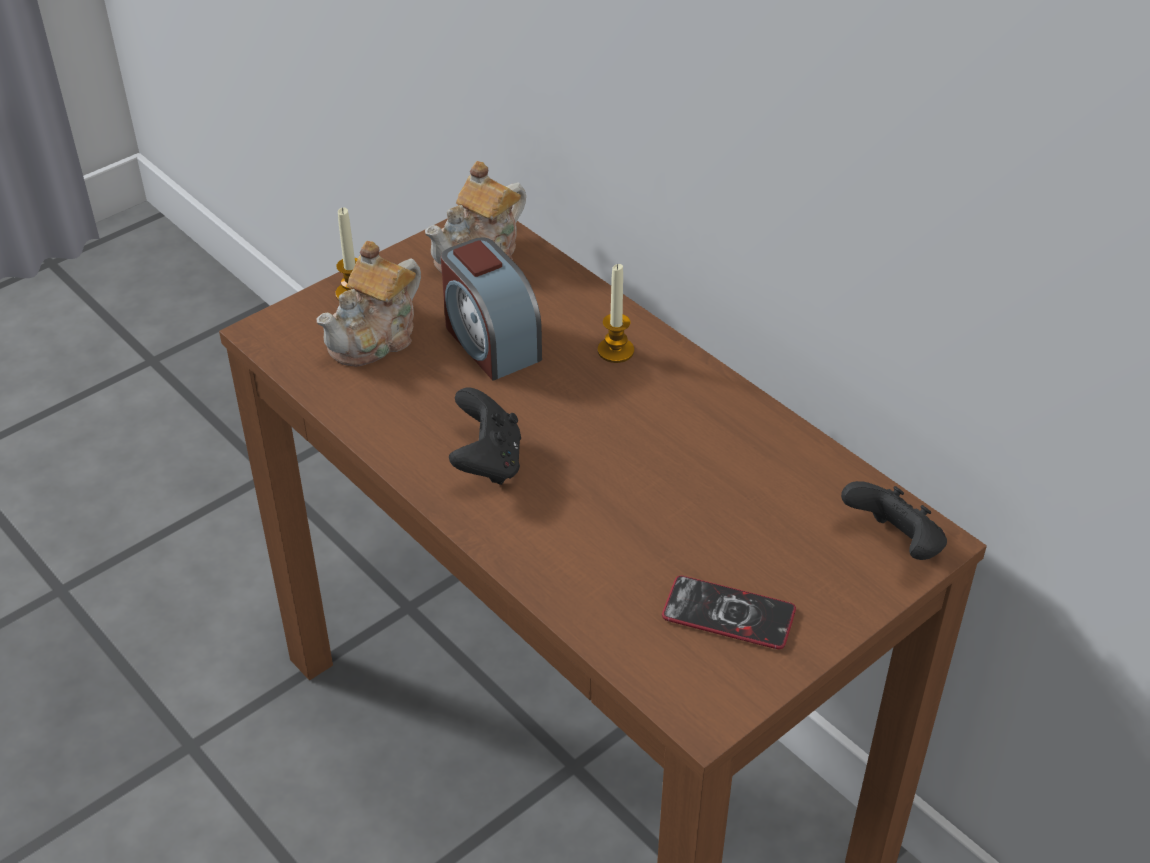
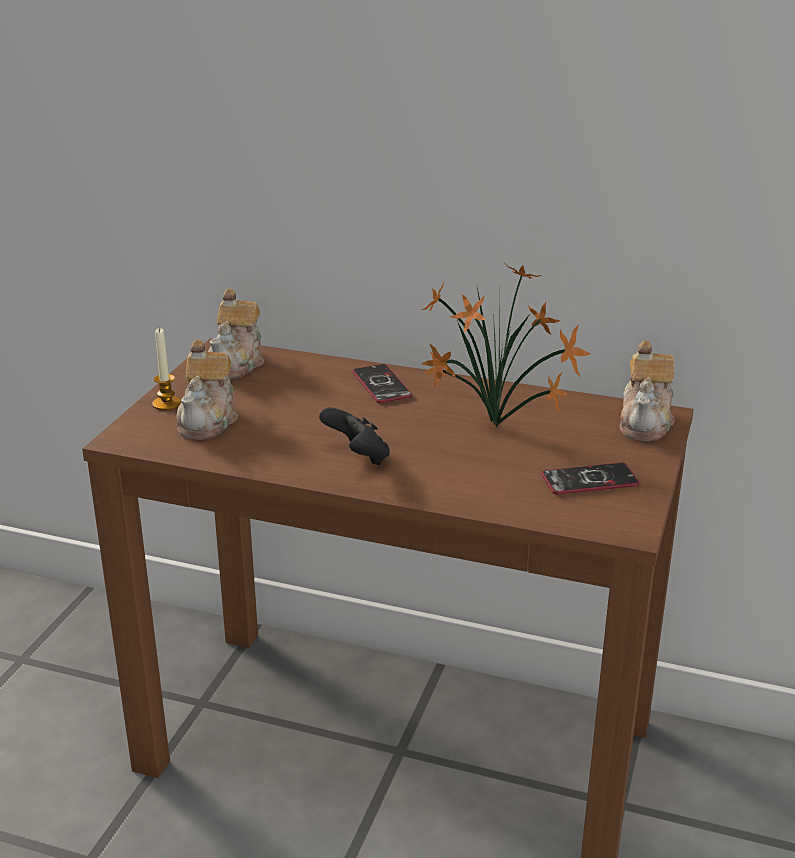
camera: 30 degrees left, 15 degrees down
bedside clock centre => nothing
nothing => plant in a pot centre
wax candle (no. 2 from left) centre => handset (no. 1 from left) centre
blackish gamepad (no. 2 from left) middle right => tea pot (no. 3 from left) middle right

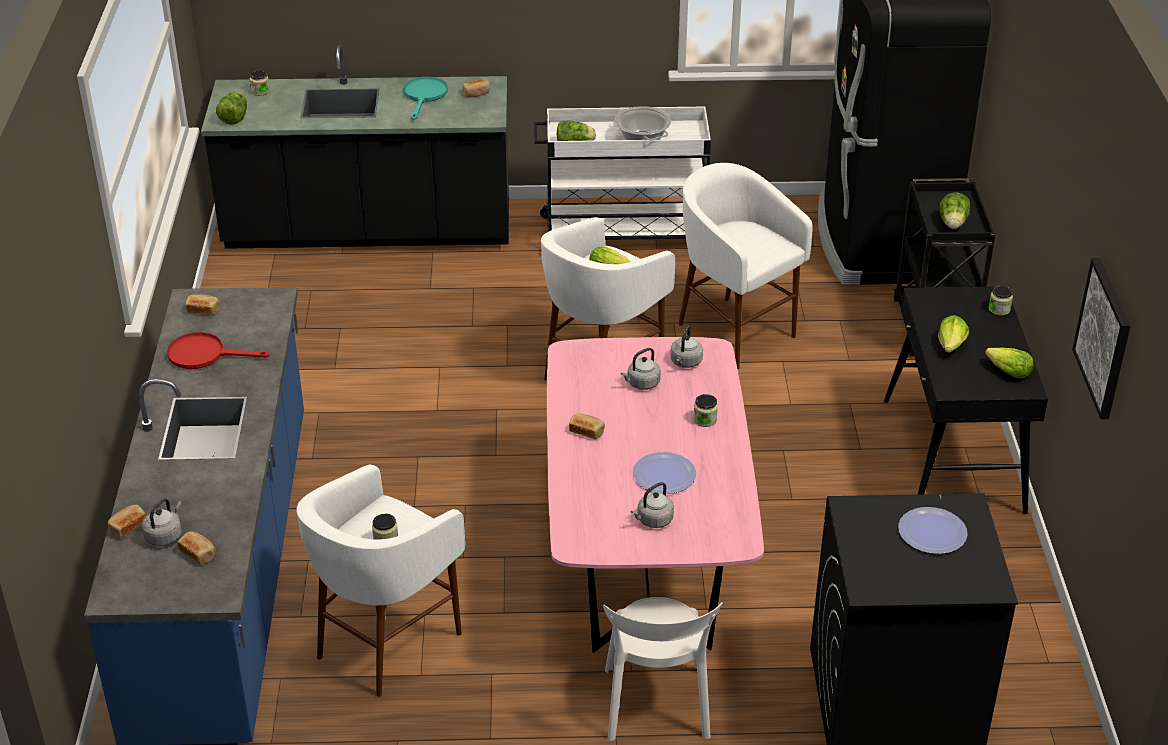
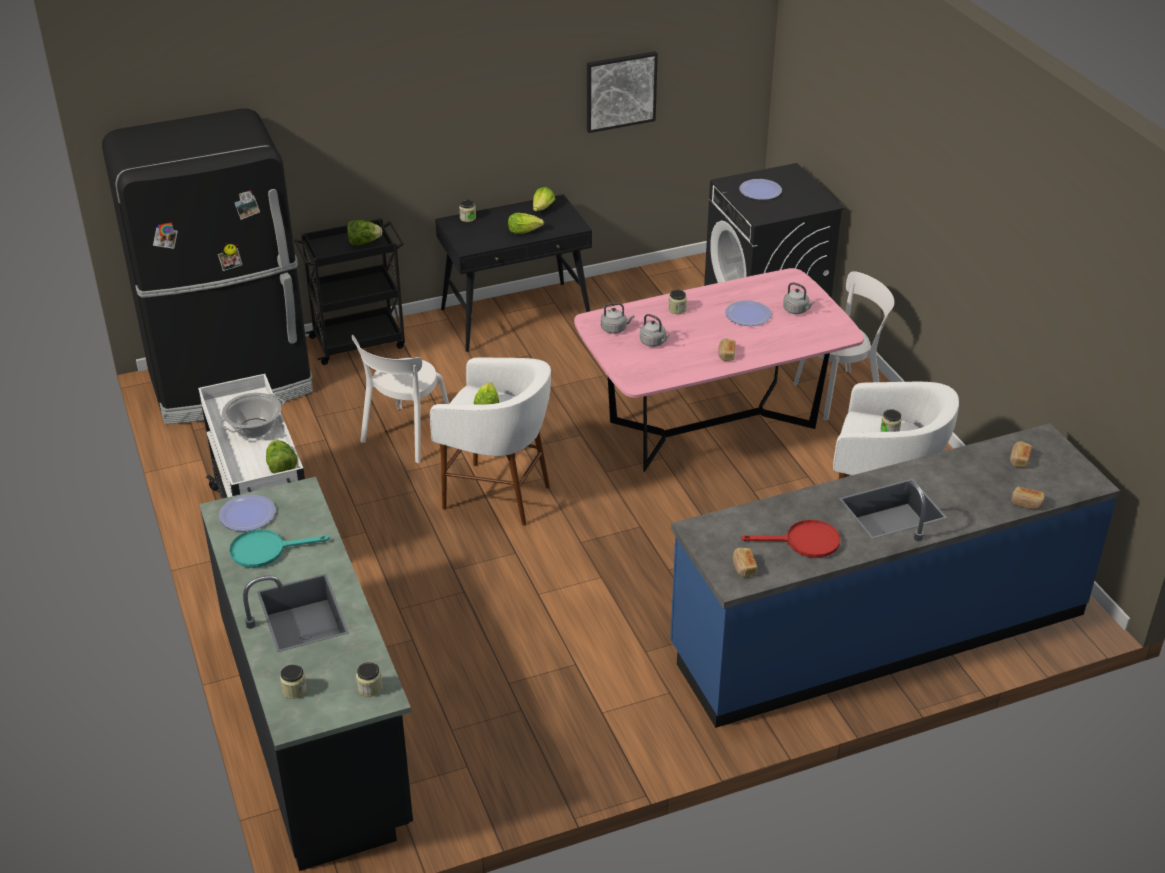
camera: 110 degrees left, 0 degrees up
gray kettle (no. 1 from left) bottom left => nothing
lettuce head (no. 1 from left) top left => storage jar (no. 2 from left) bottom left
bread (no. 4 from left) top centre => plate (no. 1 from left) middle left
white-coloured sitting stool (no. 3 from left) centre => white-coloured chair (no. 1 from left) centre
red pan middle left => red pan middle right, 75 degrees counterclockwise

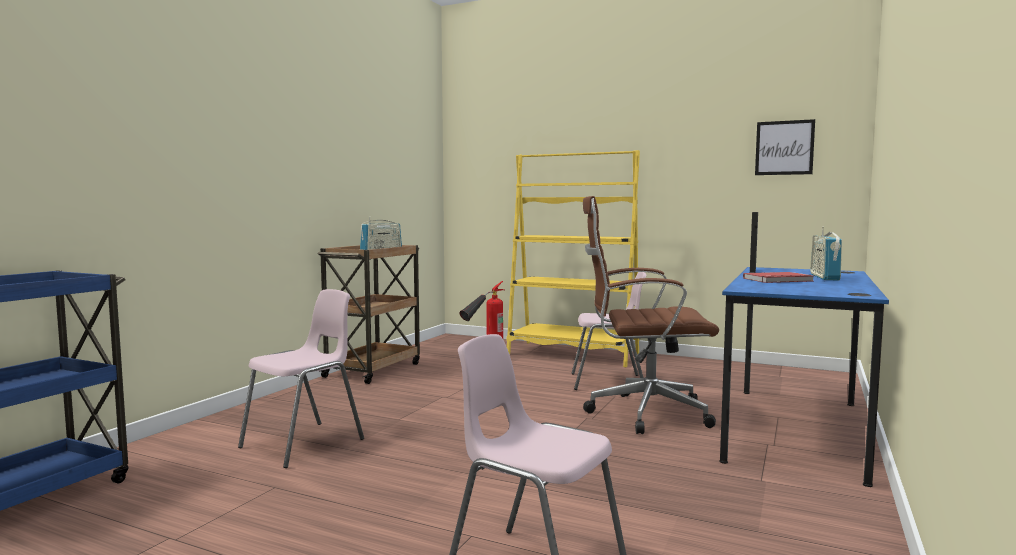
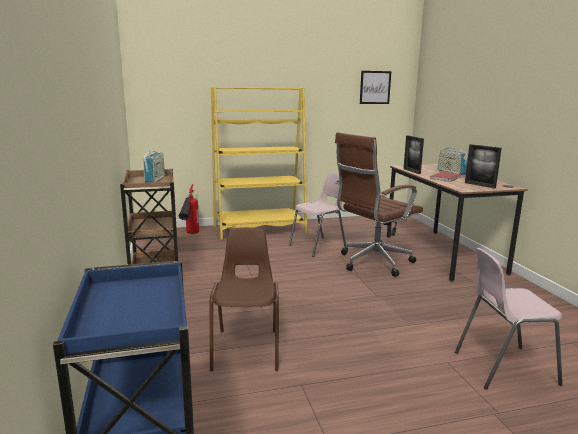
camera: 40 degrees left, 10 degrees up
nothing => standing frame (no. 2 from left) middle right
pink-coloured chair (no. 1 from left) bottom left => brown-coloured chair bottom centre
blue desk unit bottom right => brown-coloured desk unit middle right

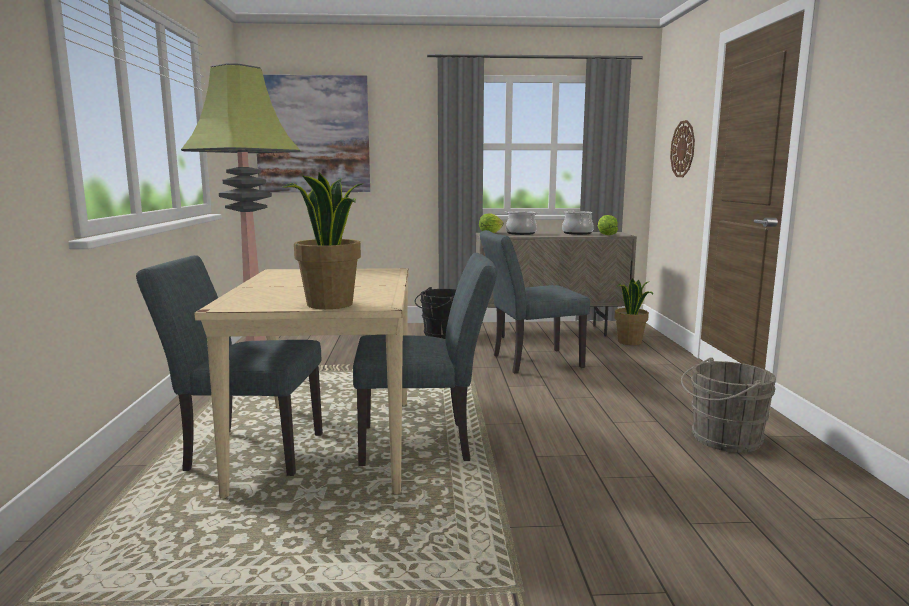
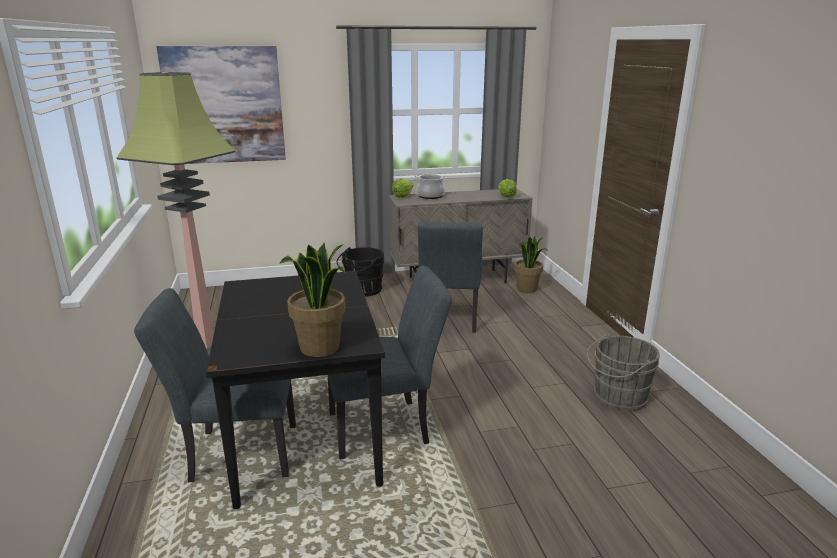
camera: 10 degrees left, 10 degrees up
saucepot (no. 2 from left) centre => nothing
wall clock top right => nothing
sand-coloured dining table middle left => blackish dining table bottom centre
gray chair (no. 3 from left) centre, 60 degrees counterclockwise

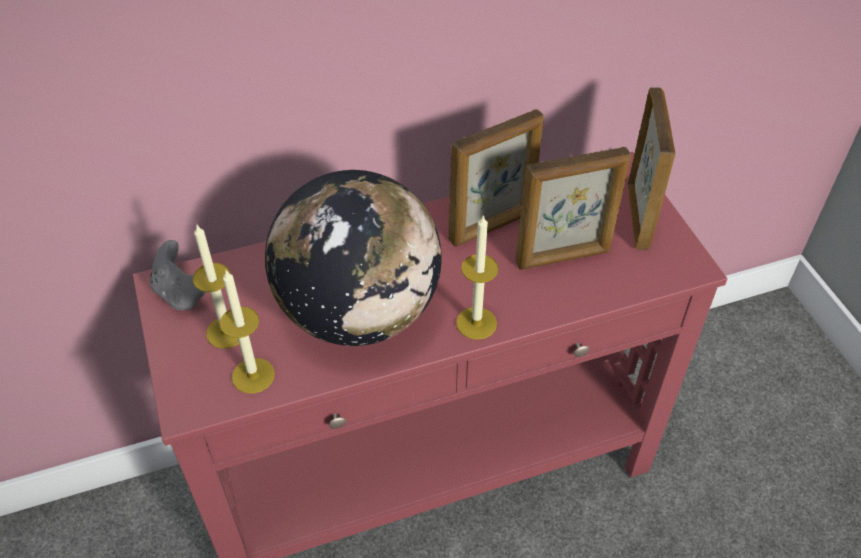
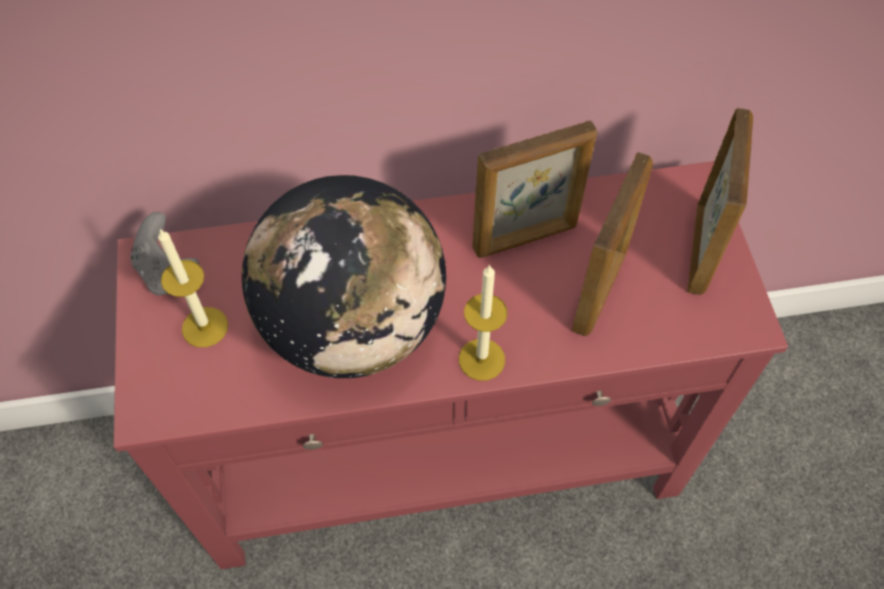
camera: 10 degrees right, 10 degrees up
wax candle (no. 2 from left) middle left => nothing
standing frame (no. 2 from left) centre => standing frame (no. 2 from left) middle right, 60 degrees counterclockwise

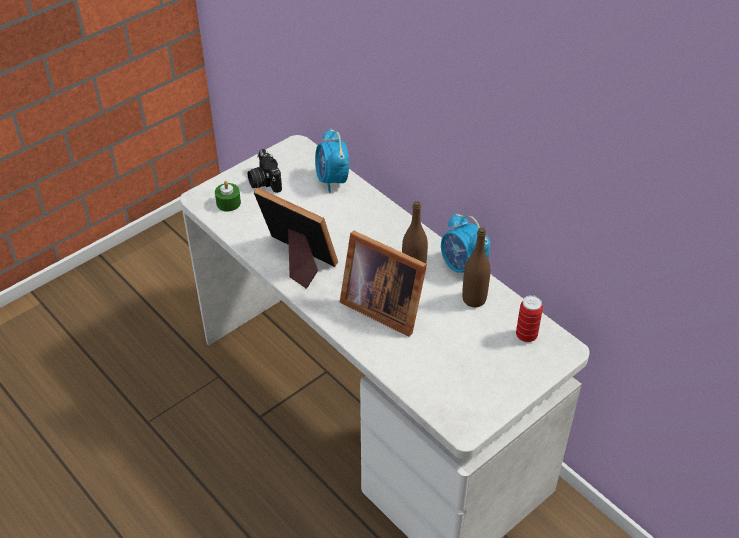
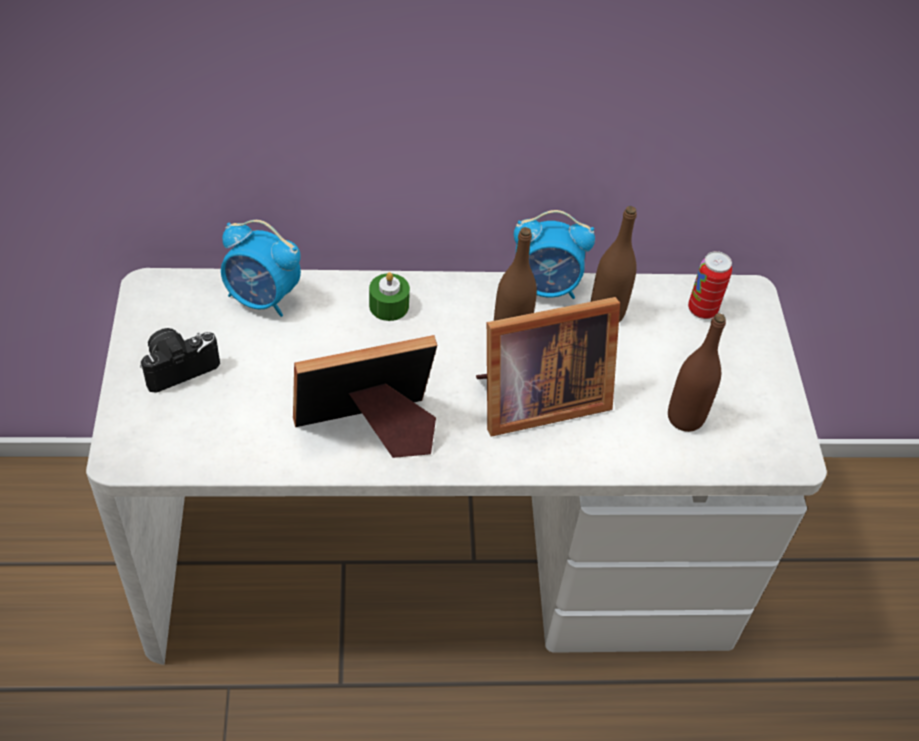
camera: 55 degrees left, 5 degrees up
nothing => brown-coloured bottle (no. 3 from left) middle right
green wax candle middle left => green wax candle centre, shifted
photo camera top centre => photo camera middle left, 135 degrees clockwise

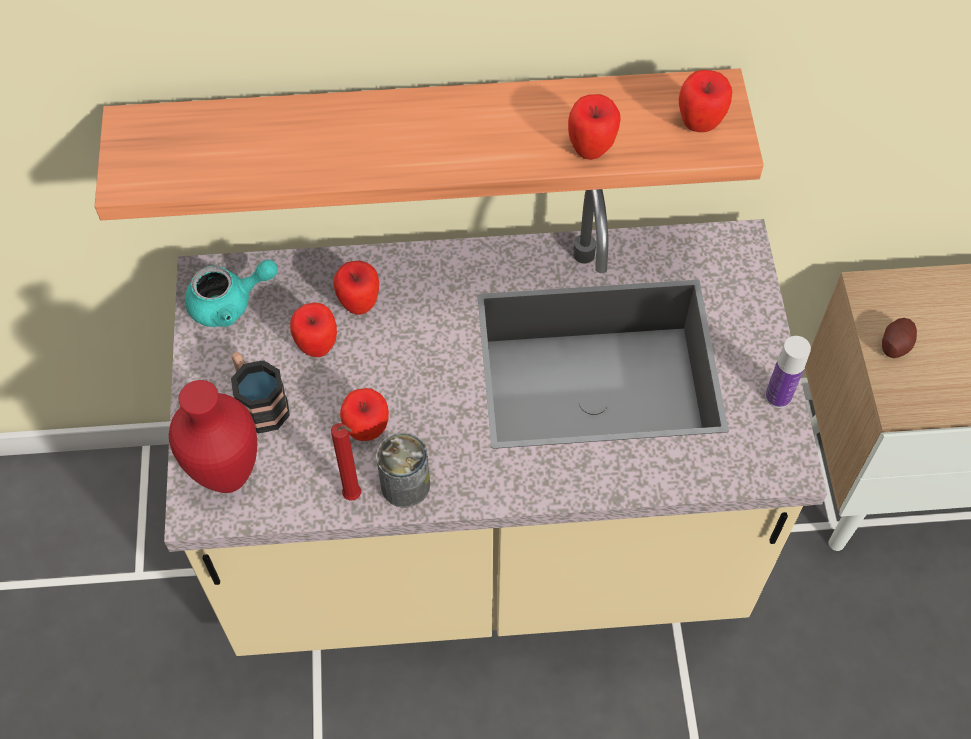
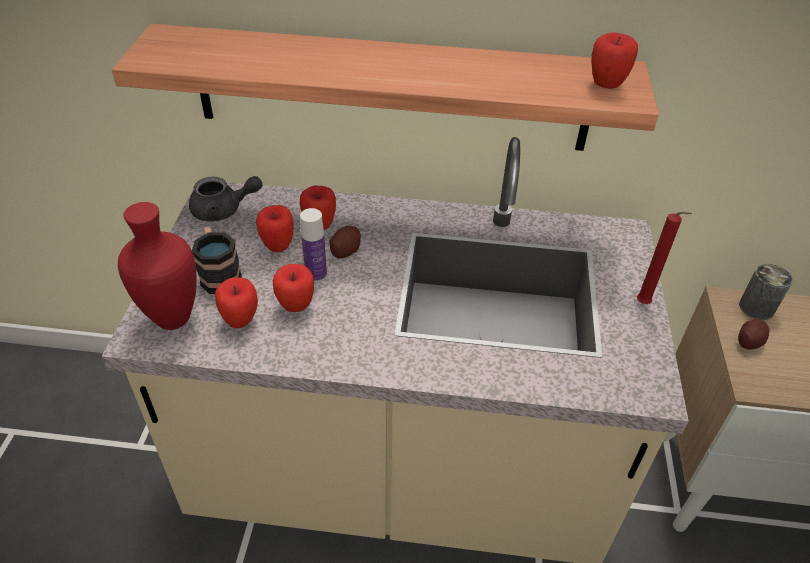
camera: 10 degrees right, 15 degrees down
nothing => spud (no. 1 from left) centre
red wax candle centre => red wax candle middle right, shifted
can centre => can middle right, shifted
whole apple (no. 4 from left in the first image) top centre => whole apple (no. 1 from left) middle left, shifted
bottle middle right => bottle centre, shifted
turquoise-coloured tea pot middle left => gray tea pot middle left

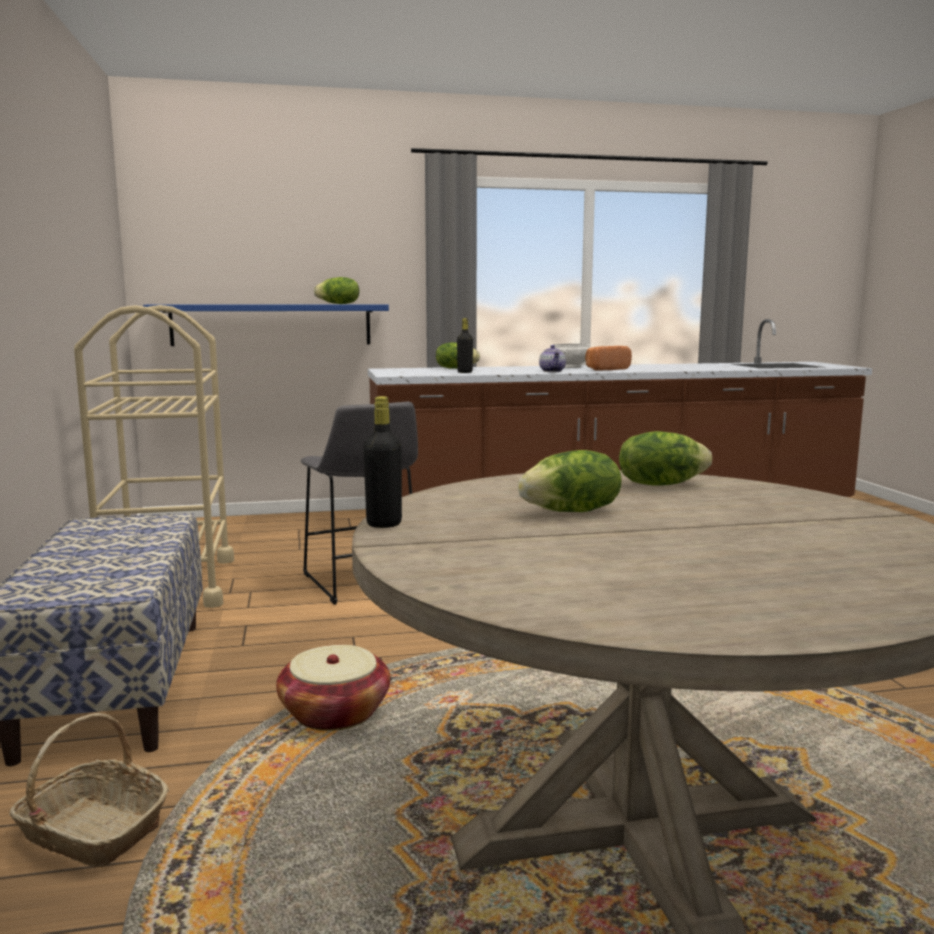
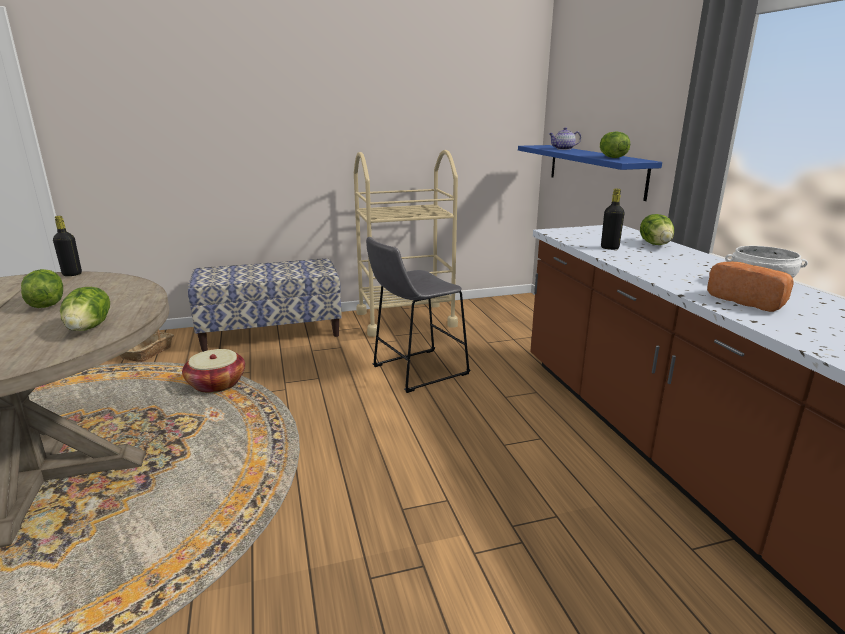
camera: 85 degrees right, 10 degrees up
tea pot centre => tea pot top right, shifted

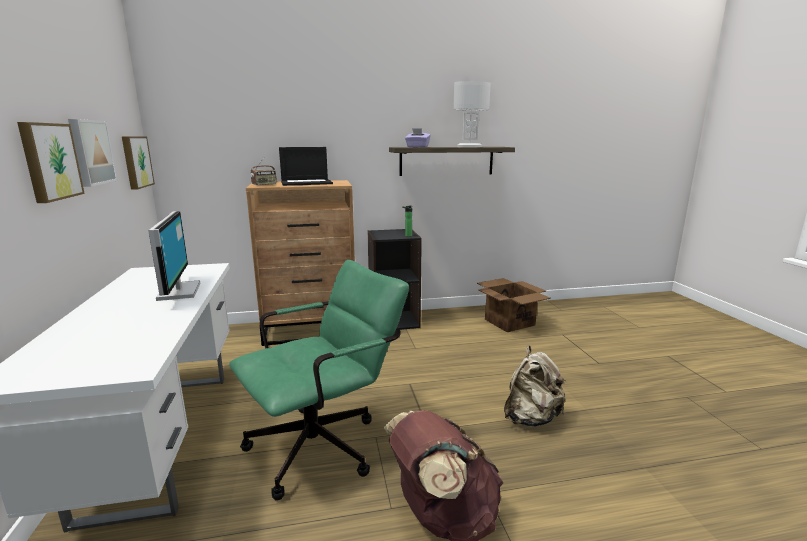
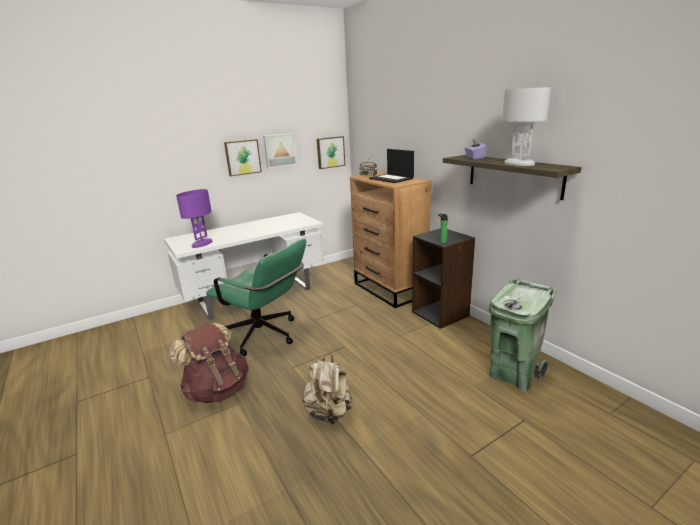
camera: 70 degrees right, 5 degrees up
computer display middle left => nothing
nothing => purple tabletop lamp middle left
cardboard box centre => green trash can middle right

